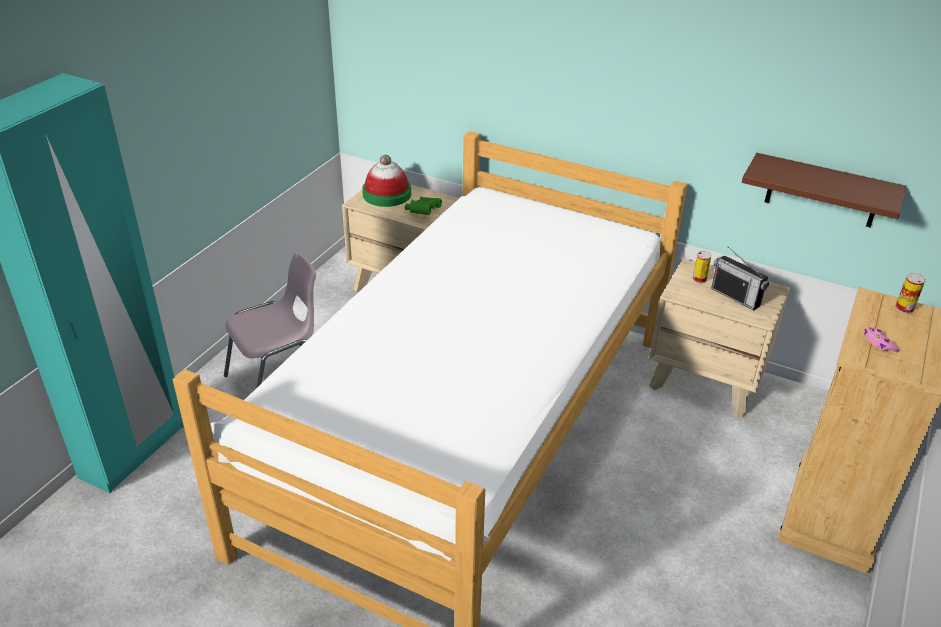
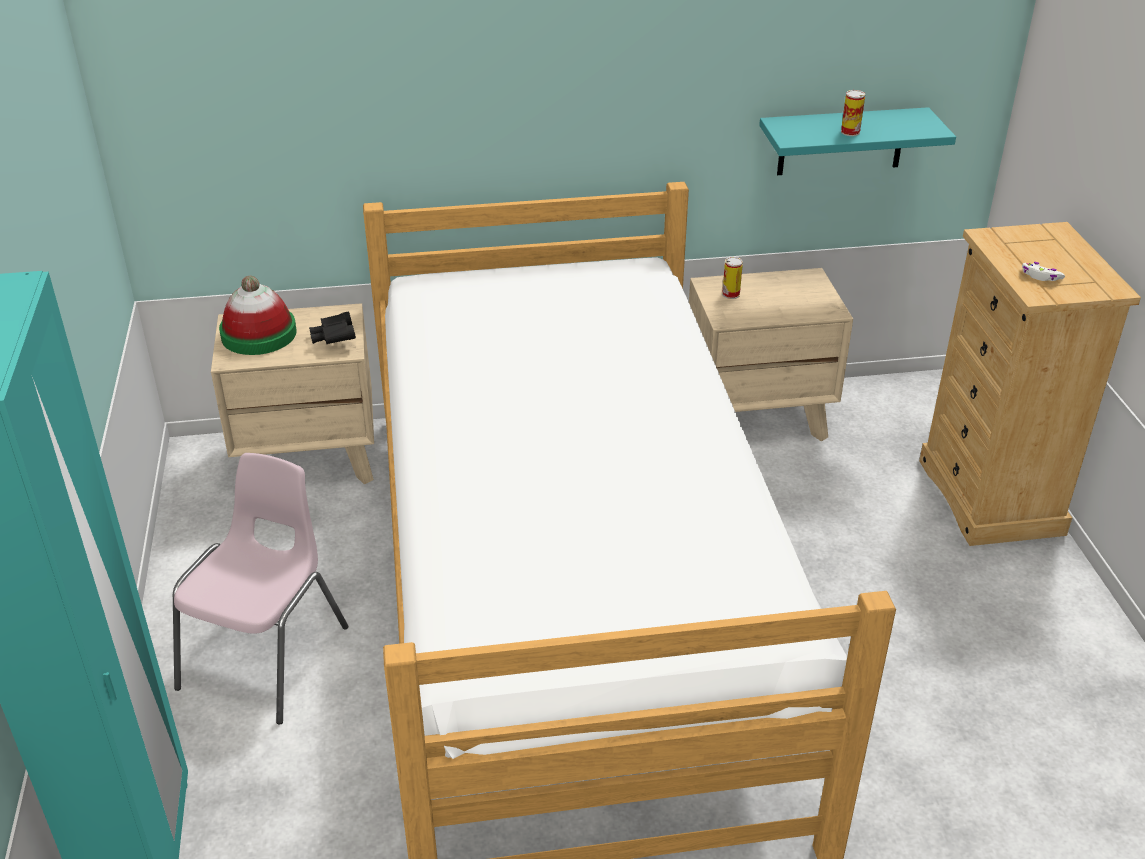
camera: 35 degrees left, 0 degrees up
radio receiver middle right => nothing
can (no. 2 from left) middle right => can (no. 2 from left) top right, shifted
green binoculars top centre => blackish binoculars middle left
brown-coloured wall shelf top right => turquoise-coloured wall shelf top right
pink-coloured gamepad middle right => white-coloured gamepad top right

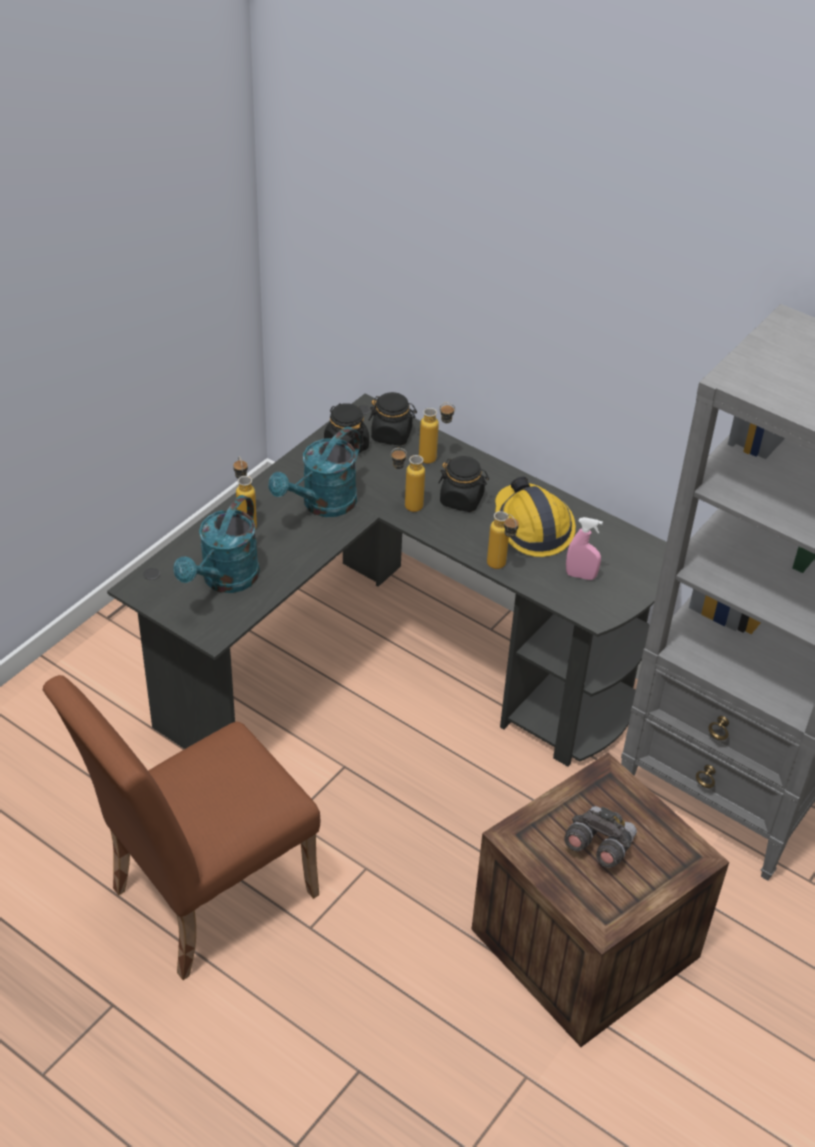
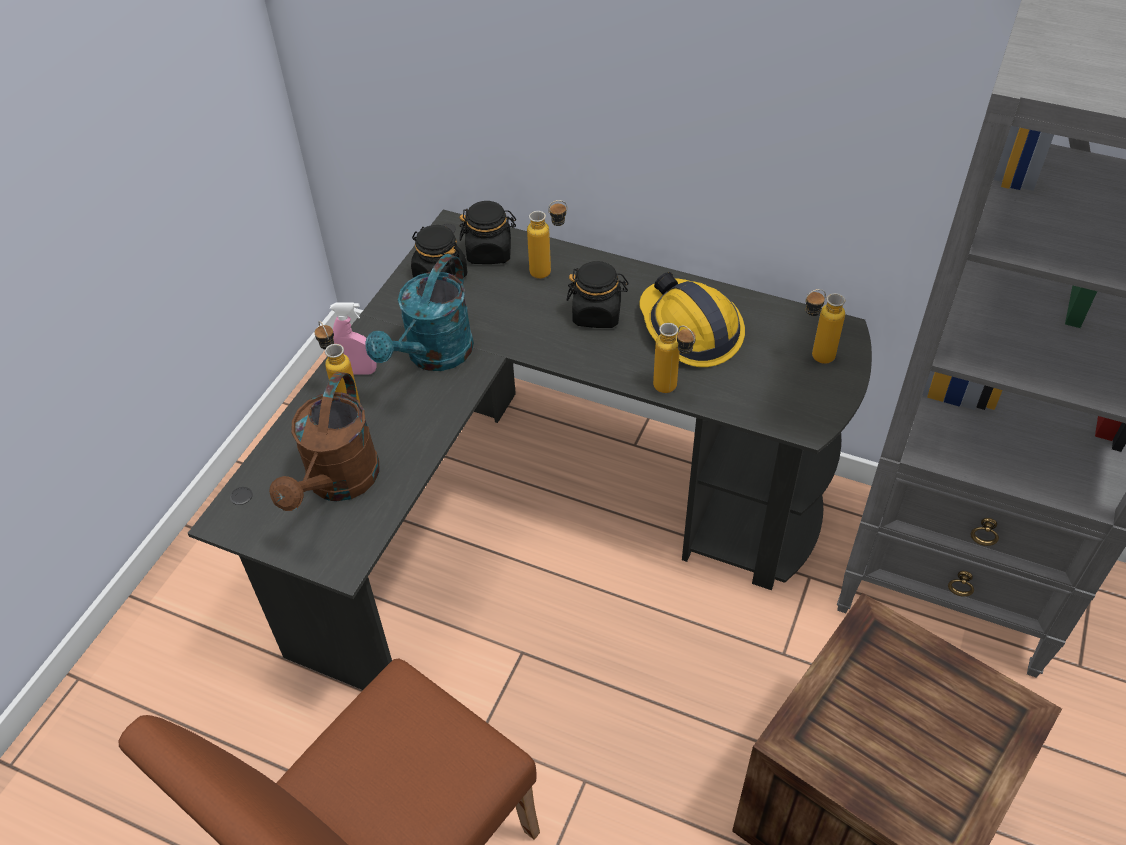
camera: 10 degrees left, 5 degrees up
gray binoculars bottom right => nothing
bottle (no. 2 from left in the first image) centre => bottle (no. 4 from left) middle right, shifted
pink-coloured spray bottle middle right => pink-coloured spray bottle middle left, shifted
turquoise-coloured watering pot (no. 1 from left) middle left => brown-coloured watering pot middle left

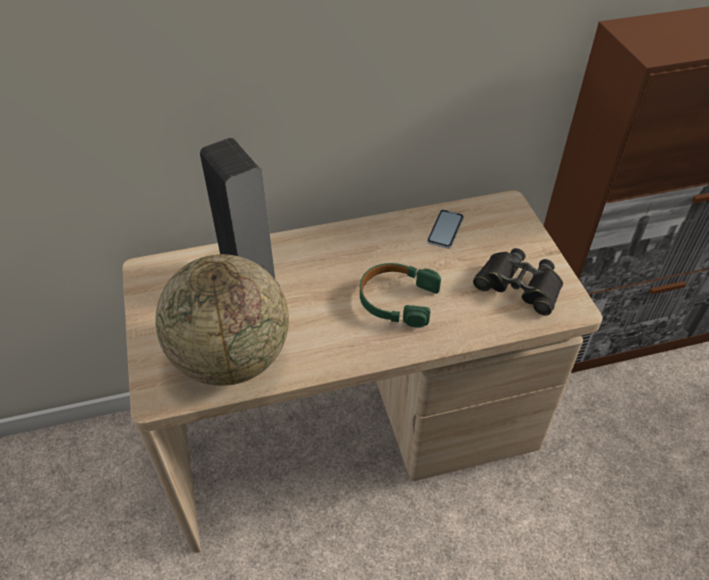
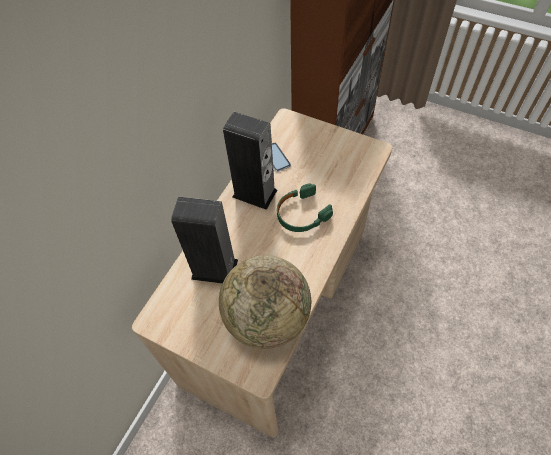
camera: 45 degrees left, 10 degrees up
blackish binoculars middle right => nothing
nothing => loudspeaker (no. 2 from left) centre

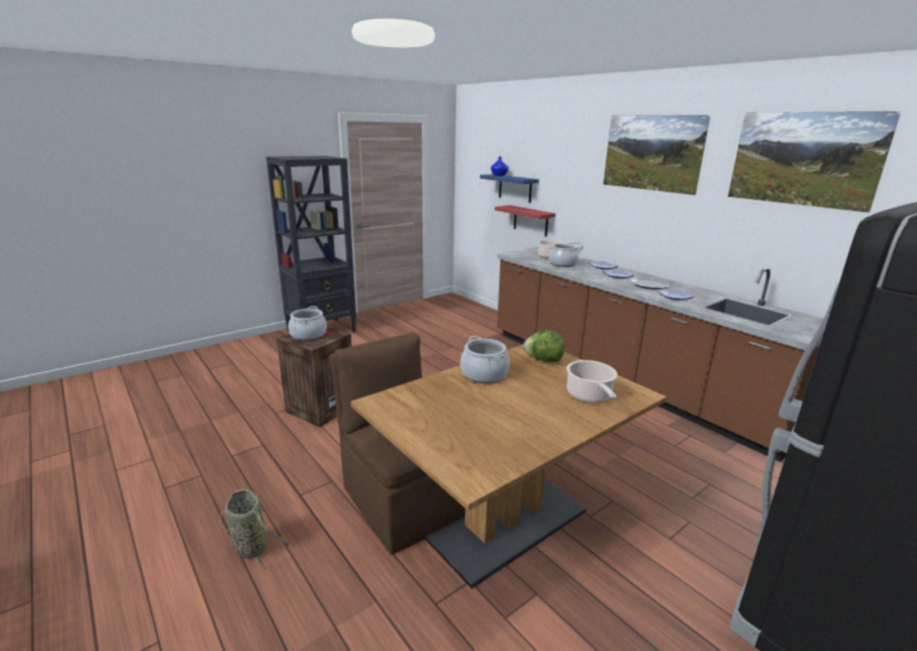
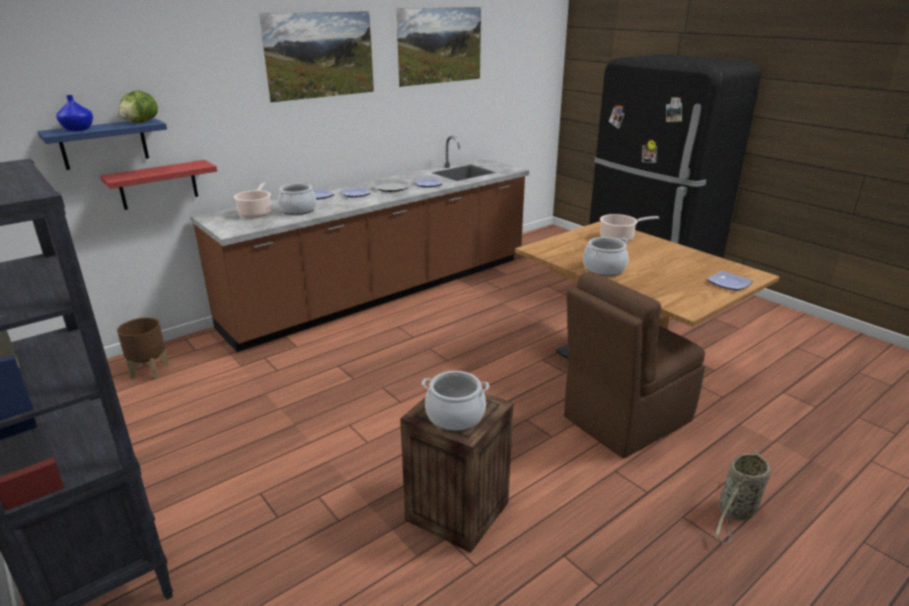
camera: 90 degrees left, 5 degrees up
nothing => brown-coloured planter middle left
nothing => plate (no. 5 from left) middle right
lettuce head centre => lettuce head top left, shifted

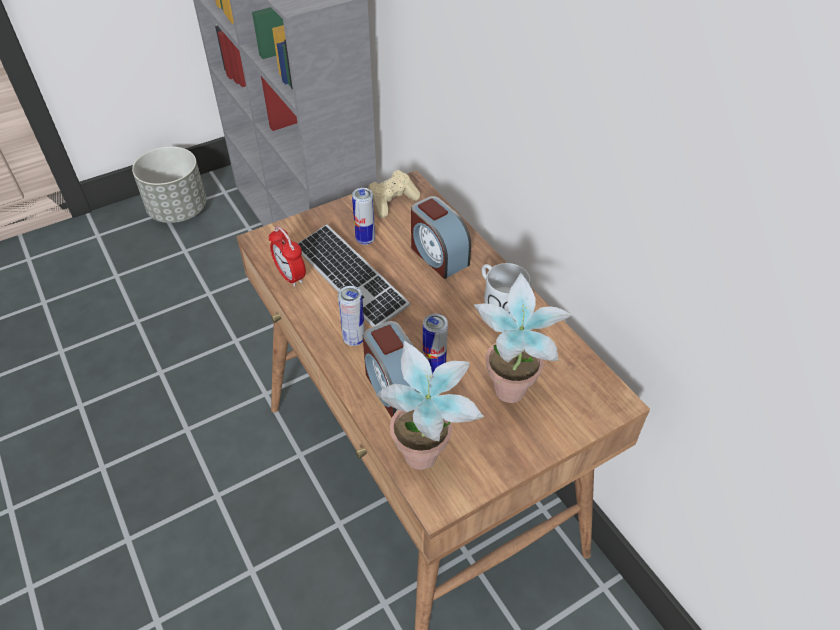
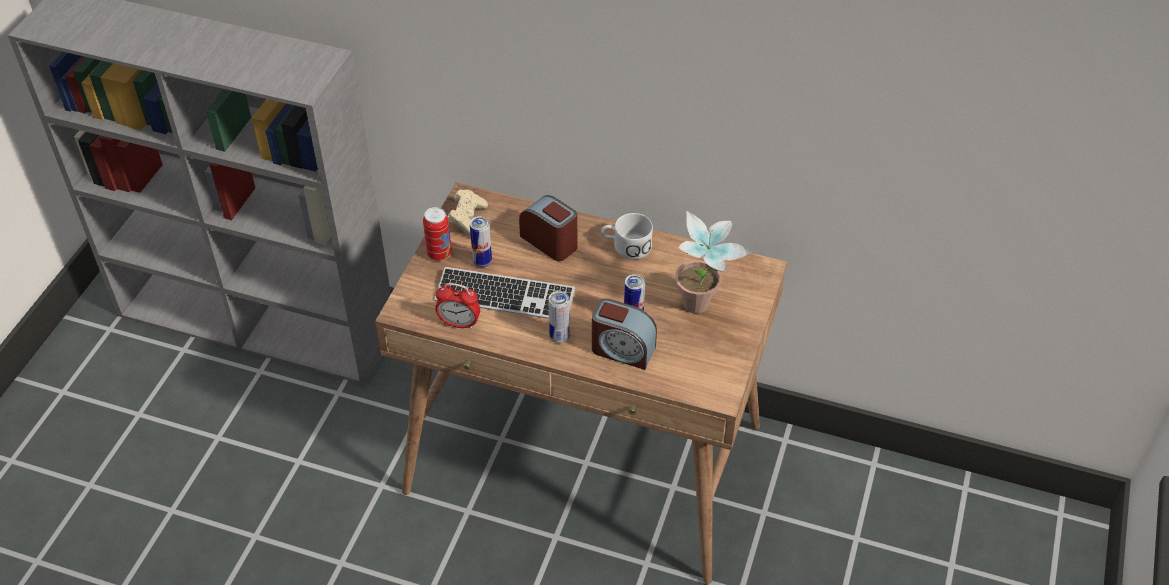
camera: 40 degrees left, 0 degrees up
gray planter top left => nothing
plant in a pot (no. 1 from left) centre => nothing
nothing => can (no. 1 from left) centre
bedside clock (no. 3 from left in the first image) centre => bedside clock (no. 2 from left) centre, 150 degrees counterclockwise

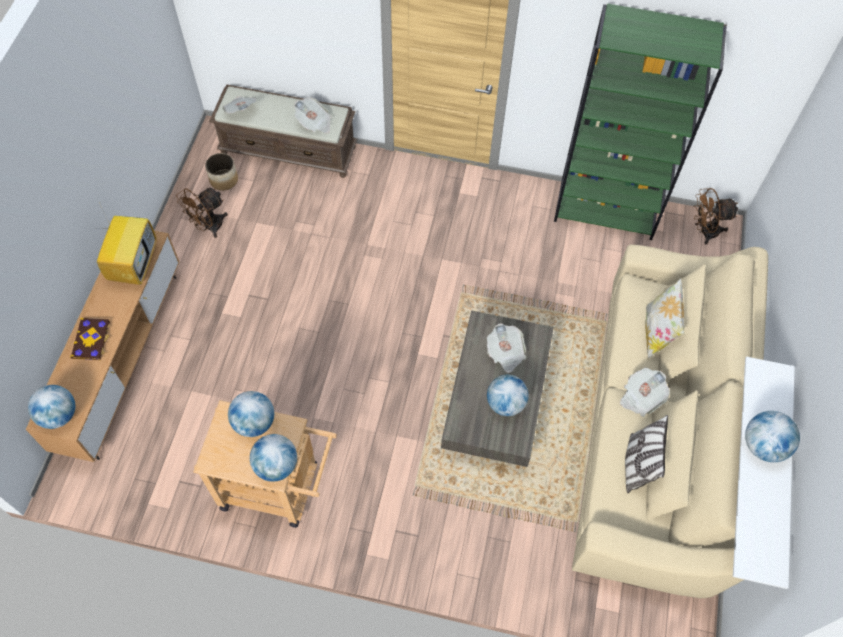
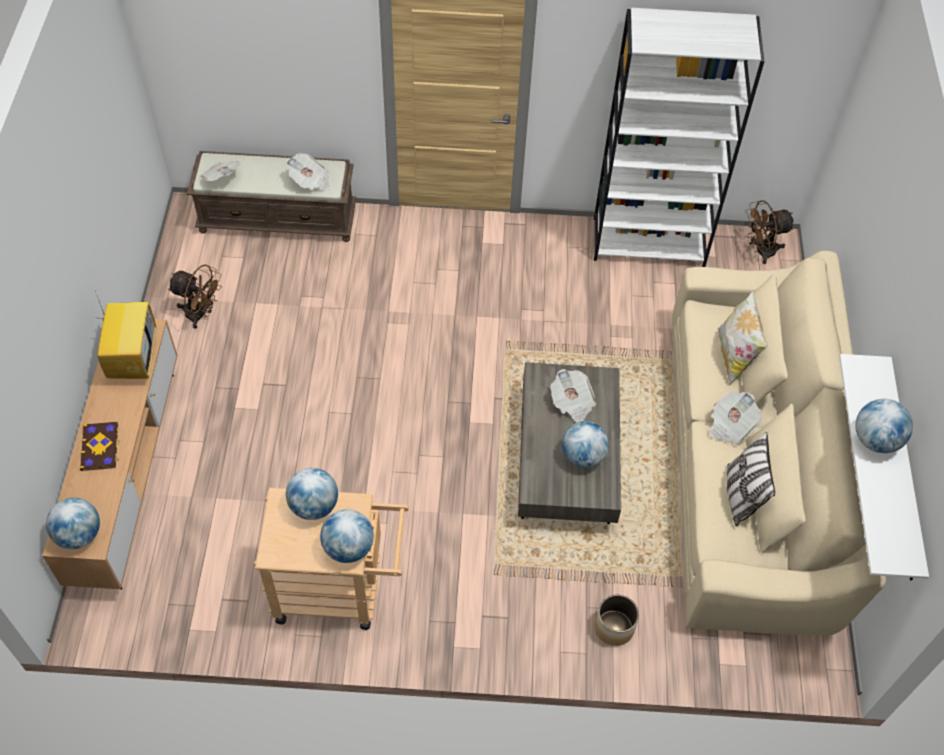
camera: 10 degrees left, 5 degrees down
planter top left => planter bottom centre, shifted
green bookcase top right => white-coloured bookcase top right
brown-coloured cooling fan (no. 1 from left) middle left, 105 degrees counterclockwise

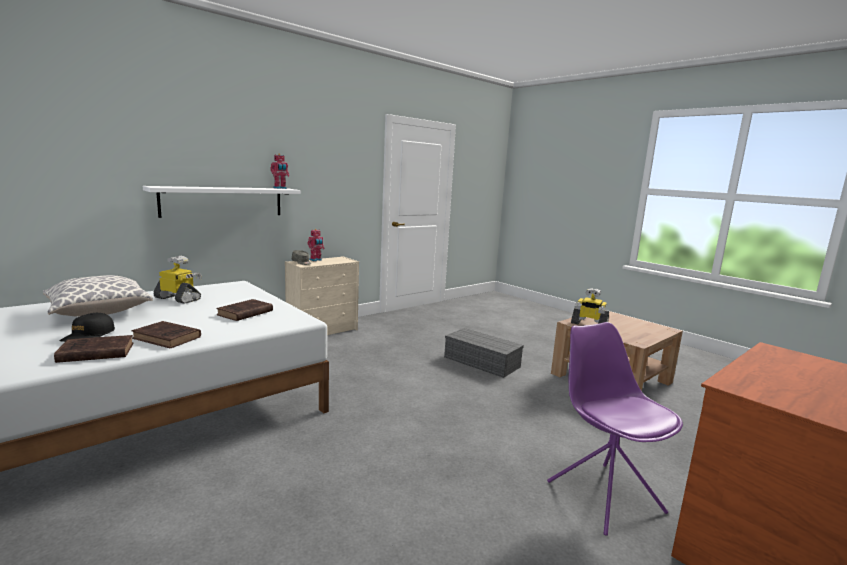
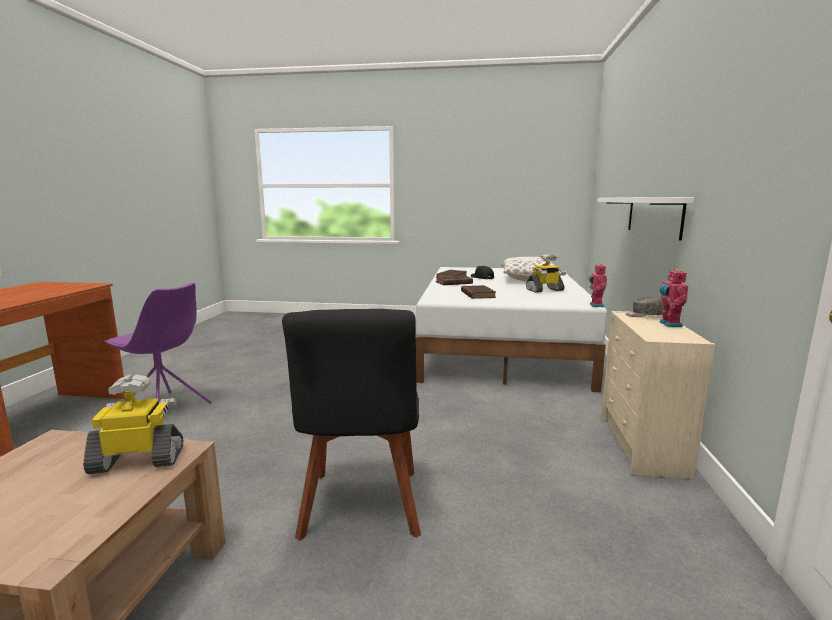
camera: 140 degrees right, 0 degrees up
robot figure (no. 2 from left in the first image) top left => robot figure (no. 3 from left) middle right, shifted
gray storage bin centre => blackish chair bottom centre

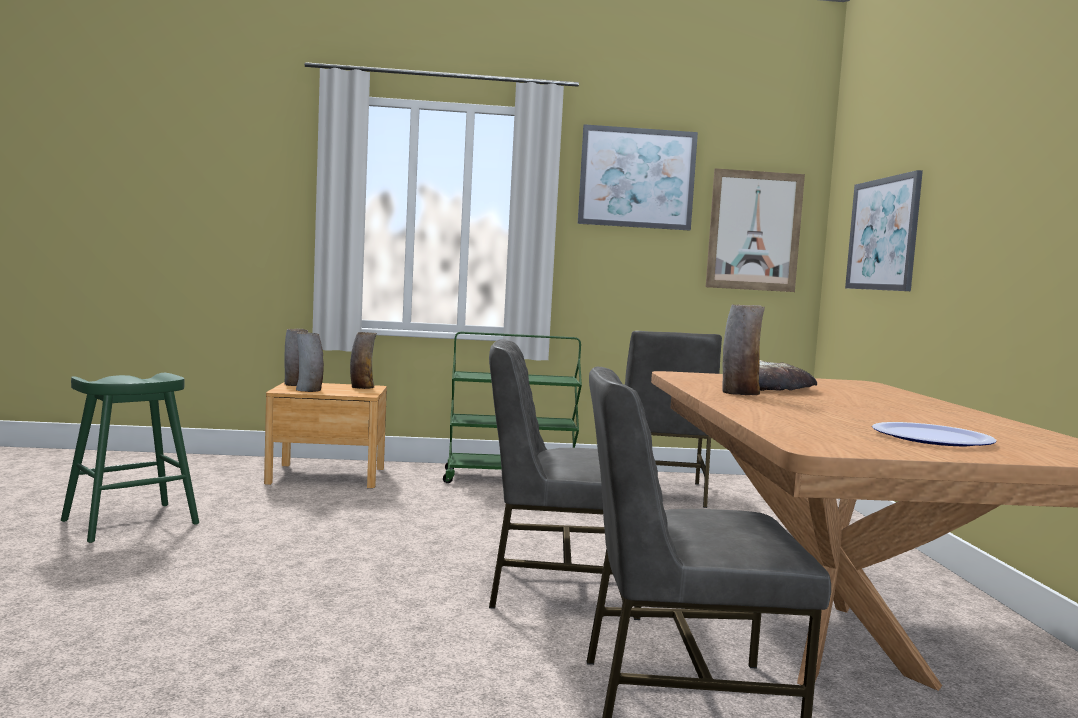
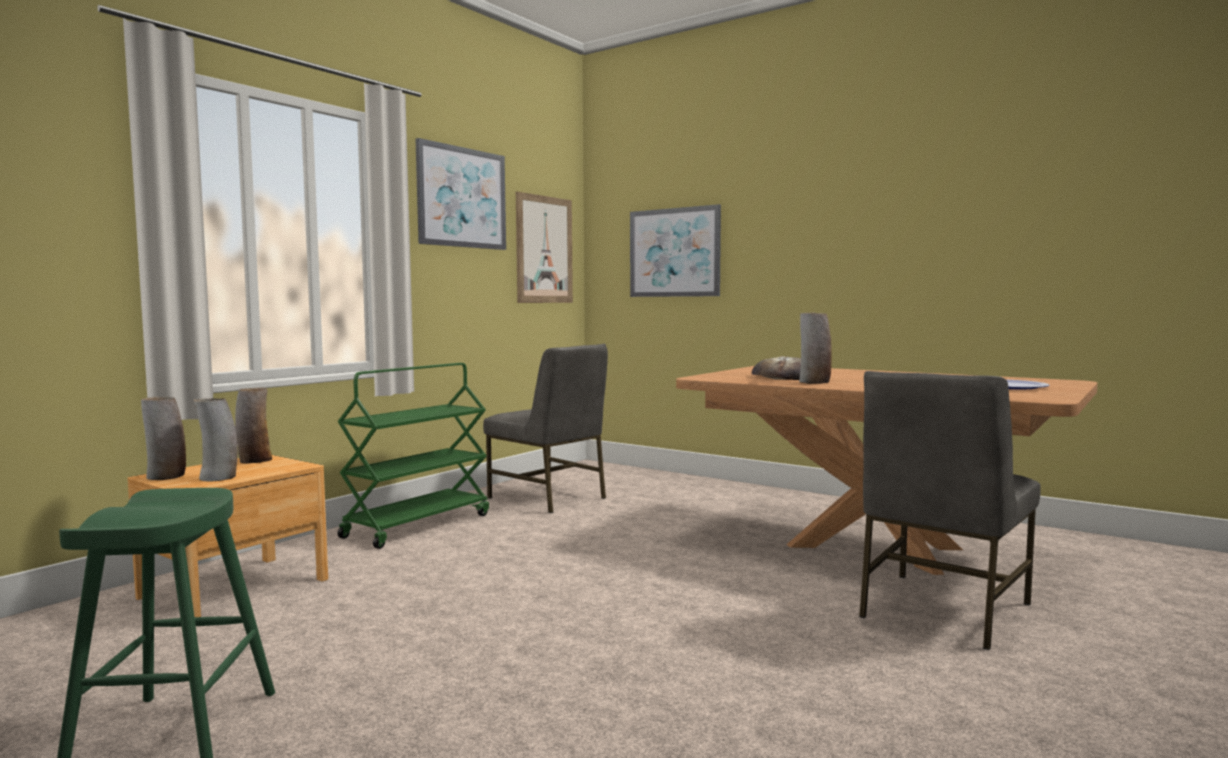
camera: 50 degrees left, 0 degrees up
gray chair (no. 1 from left) bottom centre => nothing

